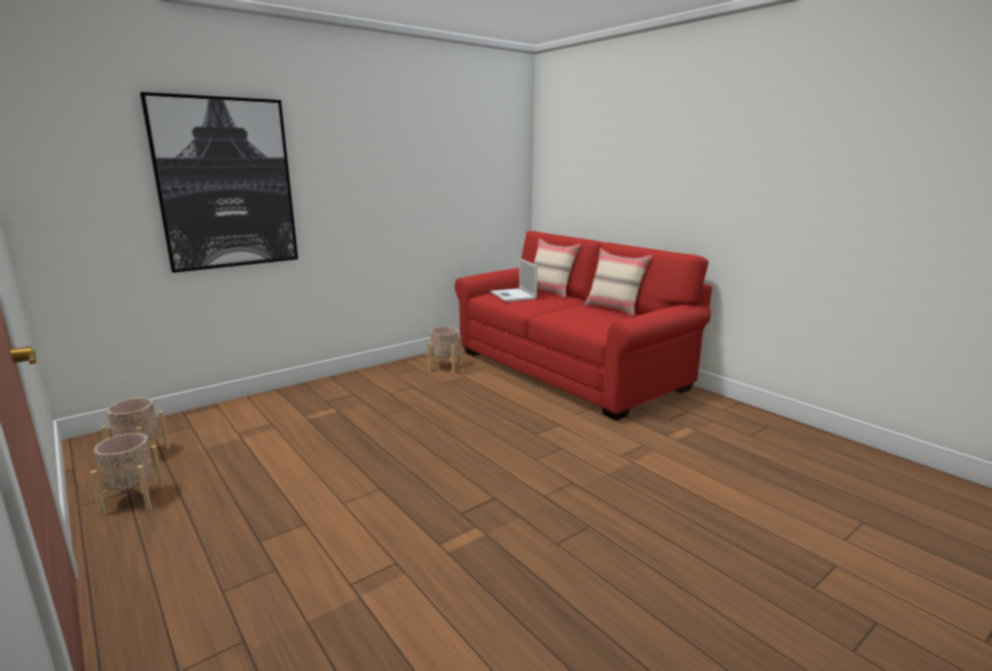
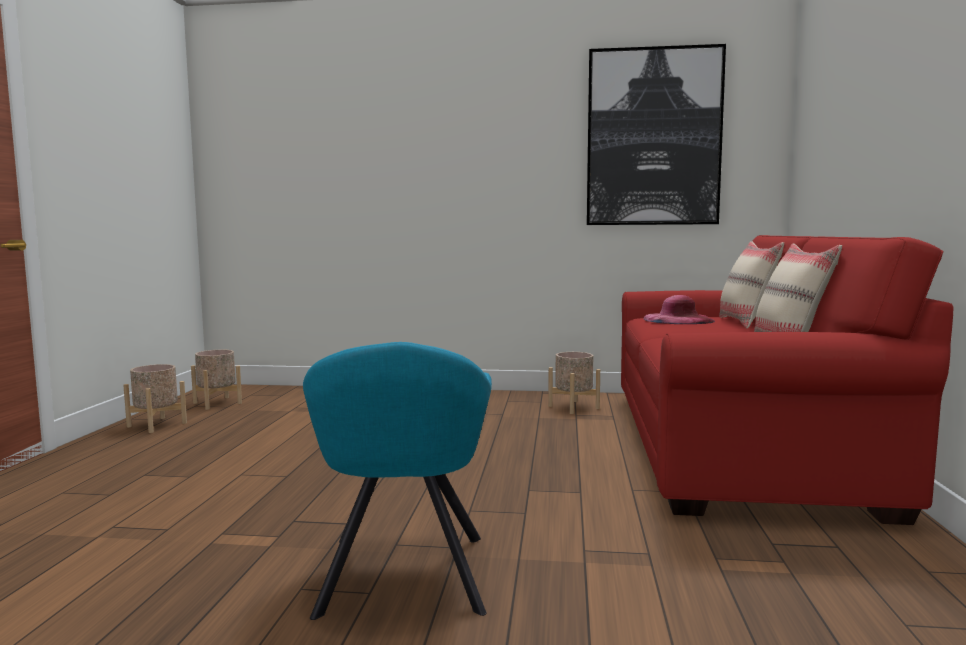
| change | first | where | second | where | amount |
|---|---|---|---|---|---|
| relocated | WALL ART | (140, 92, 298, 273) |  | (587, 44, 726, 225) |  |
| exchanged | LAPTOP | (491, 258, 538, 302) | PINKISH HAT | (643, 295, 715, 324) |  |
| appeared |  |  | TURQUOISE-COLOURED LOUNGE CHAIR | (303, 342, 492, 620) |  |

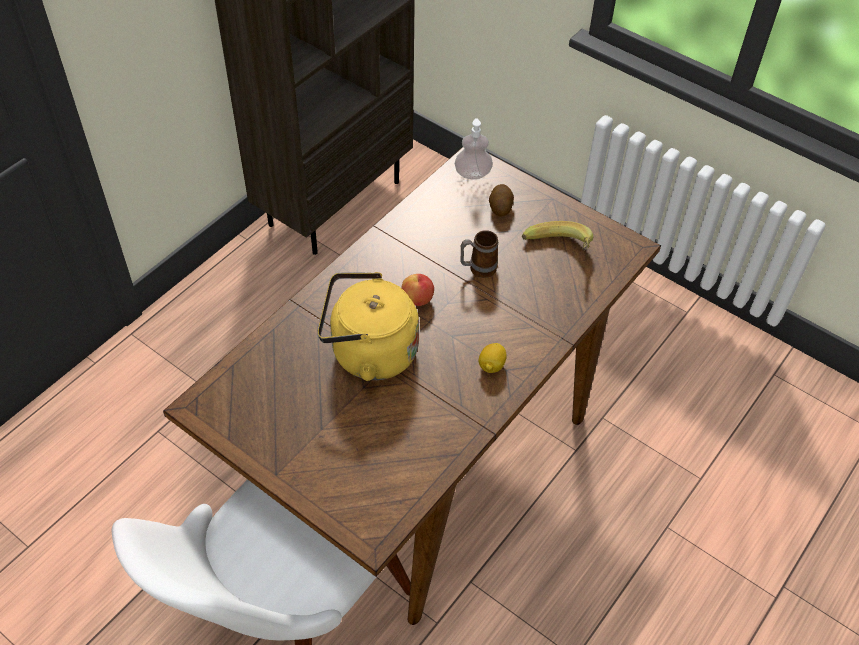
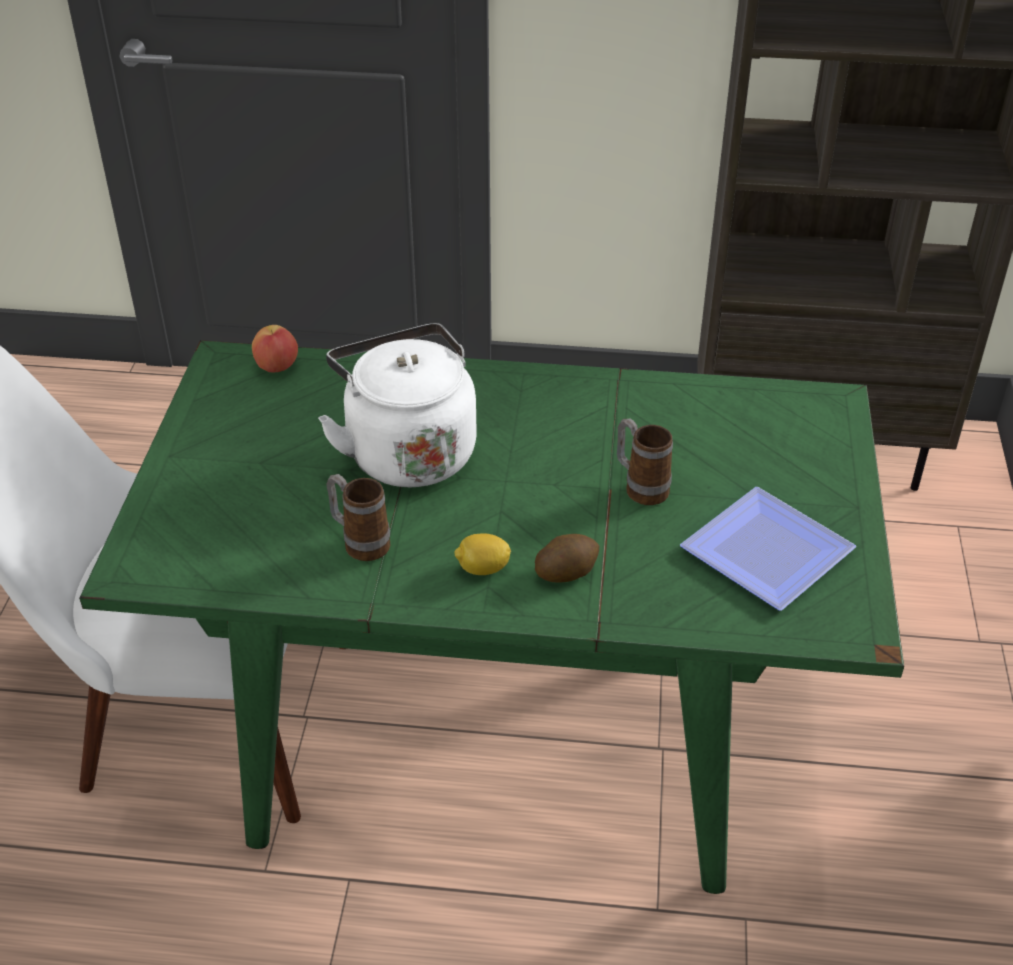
| change | first | where | second | where | amount |
|---|---|---|---|---|---|
| missing | SOAP BOTTLE | (455, 118, 493, 179) |  |  |  |
| colour | BROWN-COLOURED KITCHEN TABLE | (163, 147, 661, 625) | GREEN-COLOURED KITCHEN TABLE | (79, 340, 904, 894) |  |
| relocated | POTATO | (489, 184, 514, 217) |  | (535, 534, 599, 583) |  |
| exchanged | WHOLE BANANA | (522, 221, 593, 251) | DINNER PLATE | (680, 487, 856, 610) |  |
| colour | YELLOW TEA KETTLE | (318, 272, 419, 381) | WHITE TEA KETTLE | (318, 323, 477, 488) |  |
| relocated | APPLE FRUIT | (401, 274, 434, 306) |  | (252, 325, 298, 372) |  |
| appeared |  |  | COFFEE MUG | (326, 474, 391, 561) |  |

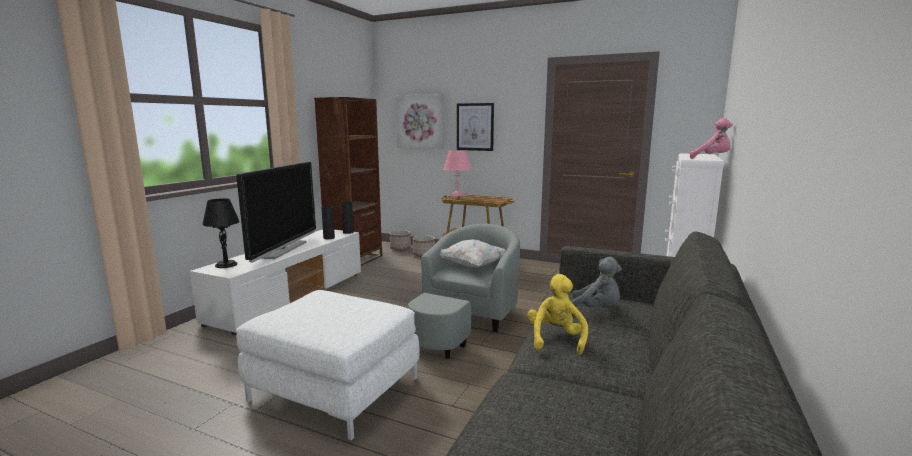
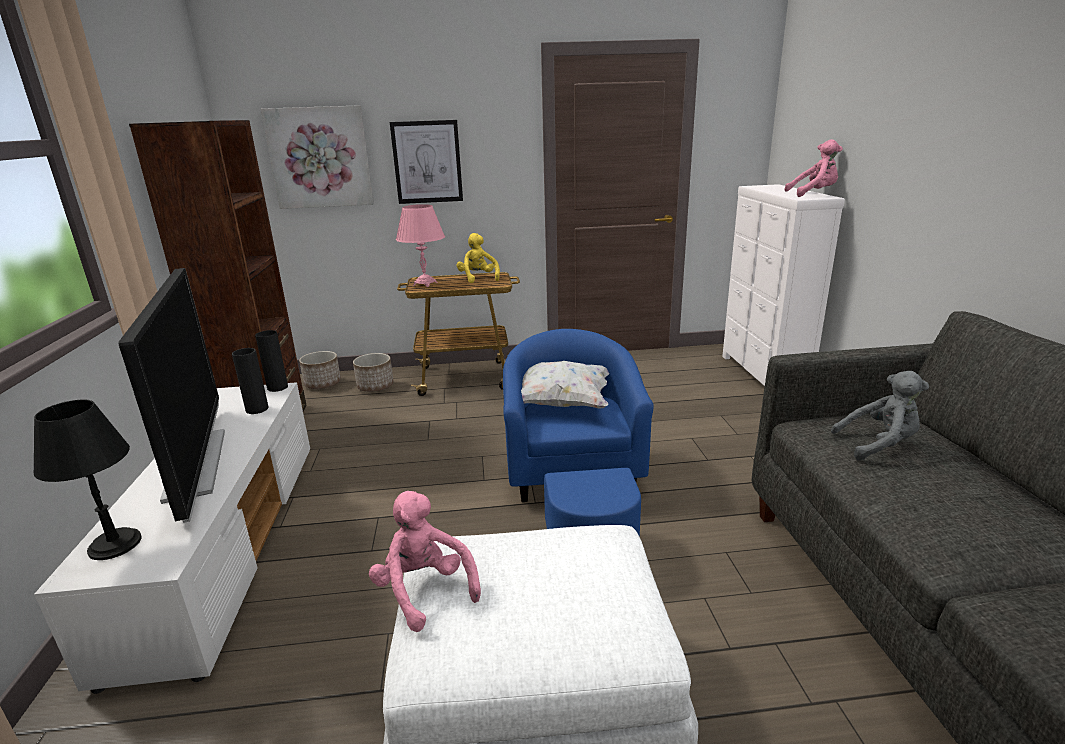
| change | first | where | second | where | amount |
|---|---|---|---|---|---|
| colour | GRAY LOUNGE CHAIR | (408, 224, 520, 358) | BLUE LOUNGE CHAIR | (503, 329, 654, 537) |  |
| relocated | YELLOW SOFT TOY | (528, 274, 588, 355) |  | (456, 233, 500, 283) |  |
| appeared |  |  | PINKISH SOFT TOY | (369, 491, 481, 632) |  |

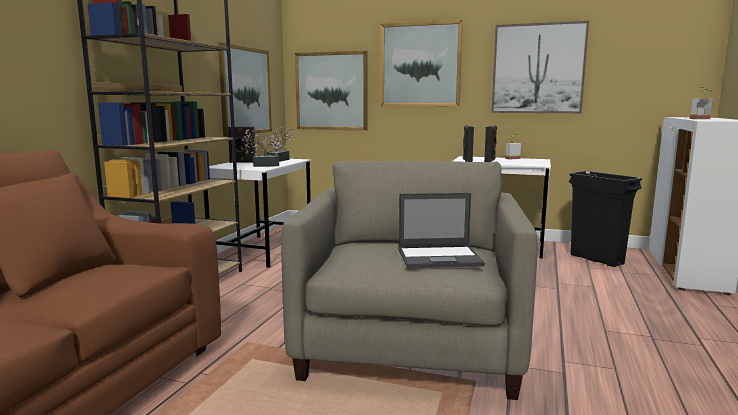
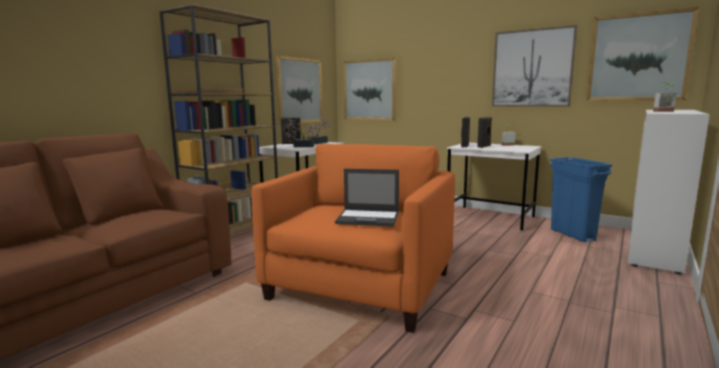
| change | first | where | second | where | amount |
|---|---|---|---|---|---|
| relocated | WALL ART | (381, 20, 463, 106) |  | (586, 7, 699, 101) |  |
| colour | BEIGE LOUNGE CHAIR | (281, 161, 538, 400) | ORANGE-COLOURED LOUNGE CHAIR | (251, 144, 455, 333) |  |
| colour | BLACK-COLOURED TRASH CAN | (569, 171, 642, 267) | BLUE TRASH CAN | (550, 157, 612, 242) |  |

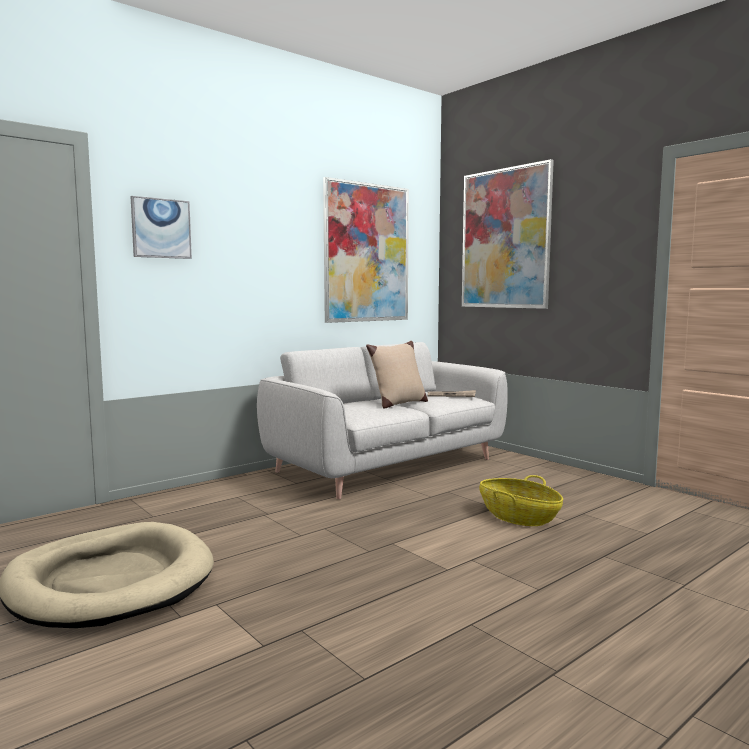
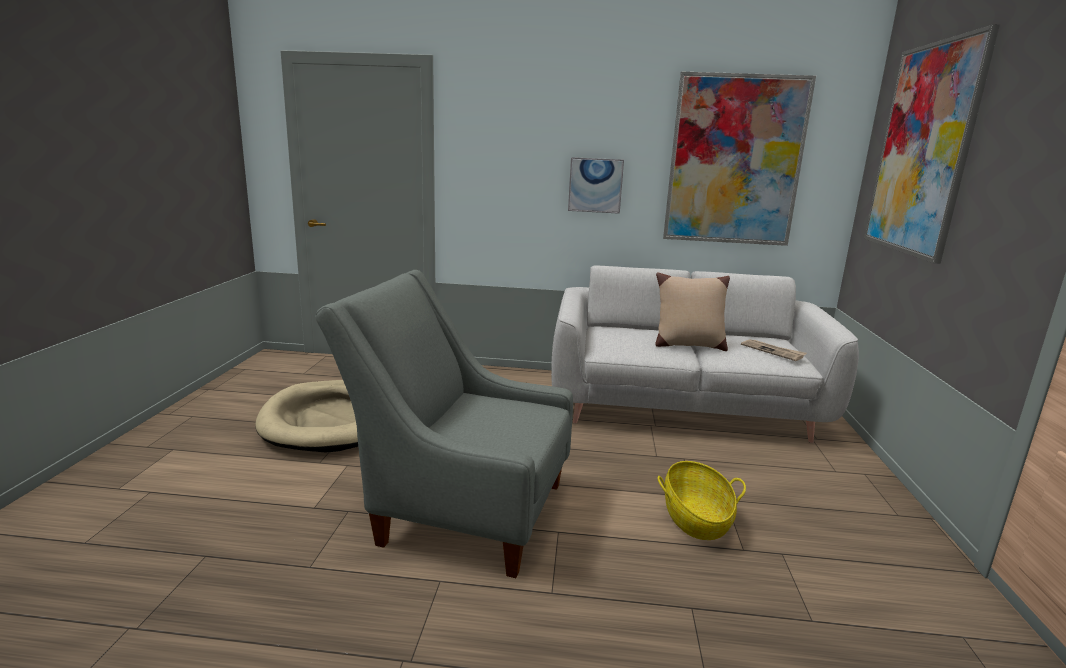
| change | first | where | second | where | amount |
|---|---|---|---|---|---|
| relocated | WALL ART | (131, 196, 192, 259) |  | (568, 157, 624, 214) |  |
| appeared |  |  | GRAY LOUNGE CHAIR | (315, 270, 573, 578) |  |

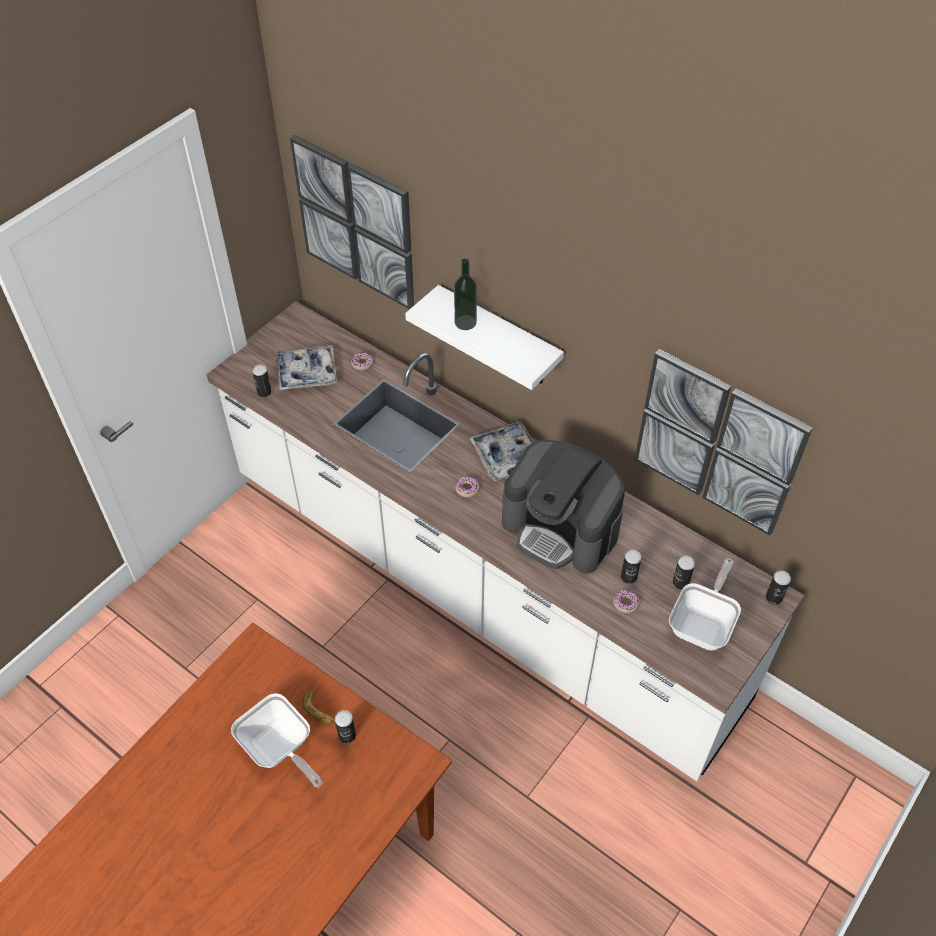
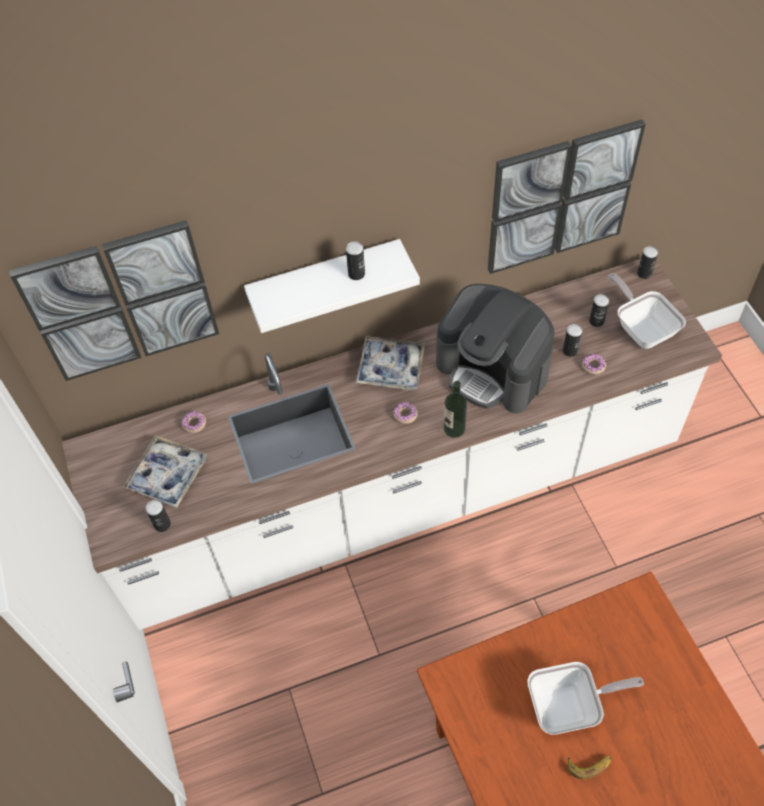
| change | first | where | second | where | amount |
|---|---|---|---|---|---|
| relocated | DRINK BOTTLE | (454, 258, 477, 330) |  | (444, 381, 467, 438) |  |
| spun | COFFEE BREWER | (502, 440, 625, 573) |  | (436, 284, 554, 413) | 60 degrees clockwise |
| relocated | WHOLE BANANA | (302, 691, 335, 723) |  | (567, 755, 612, 780) |  |
| relocated | CAN | (335, 710, 356, 744) |  | (346, 241, 365, 280) |  |

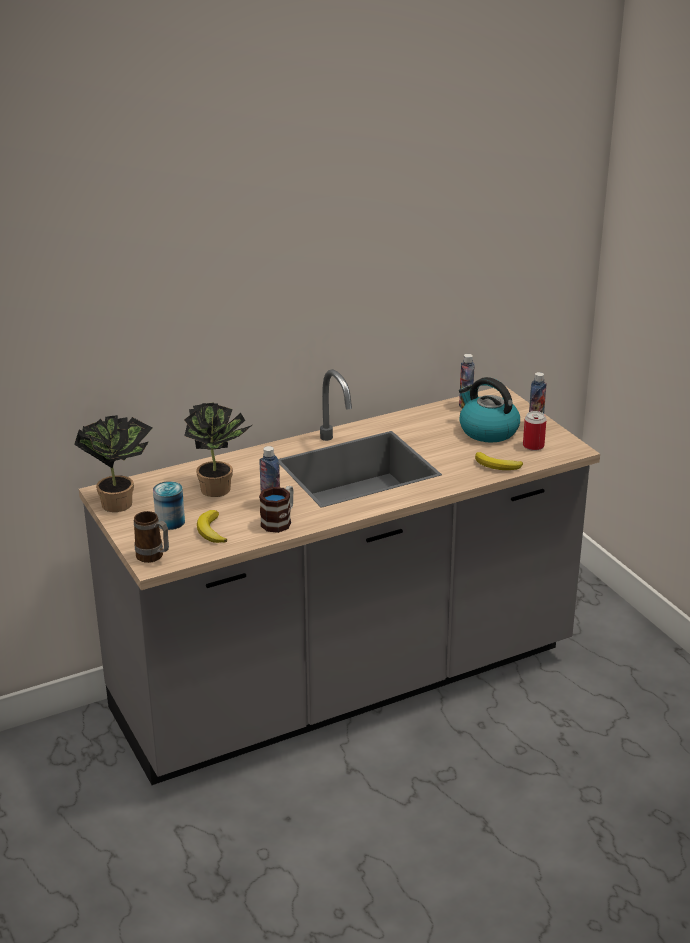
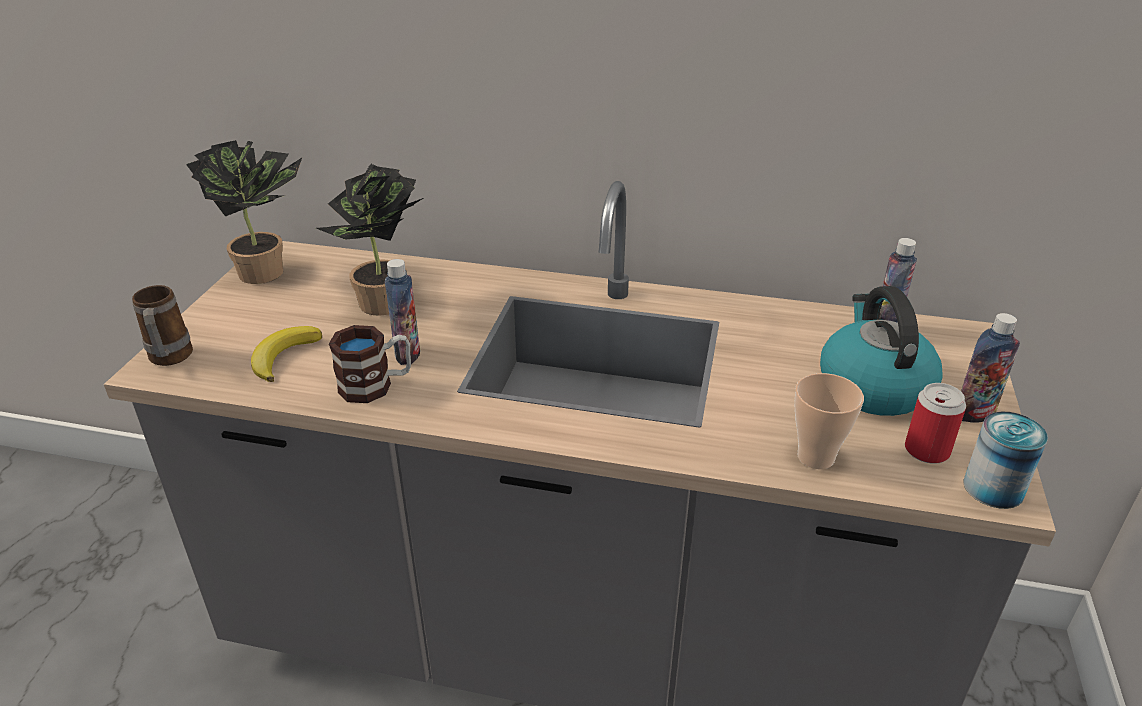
| change | first | where | second | where | amount |
|---|---|---|---|---|---|
| exchanged | WHOLE BANANA | (475, 452, 523, 470) | SMALL CUP | (794, 373, 864, 469) |  |
| relocated | CAN | (153, 481, 185, 530) |  | (964, 412, 1048, 509) |  |

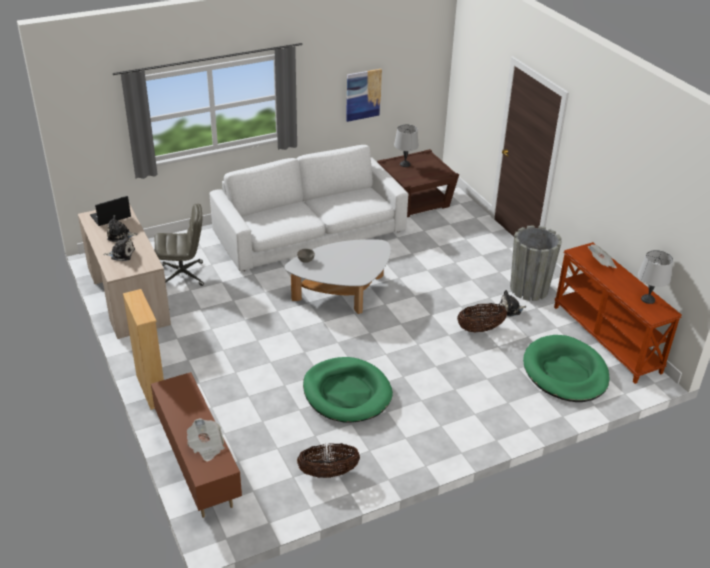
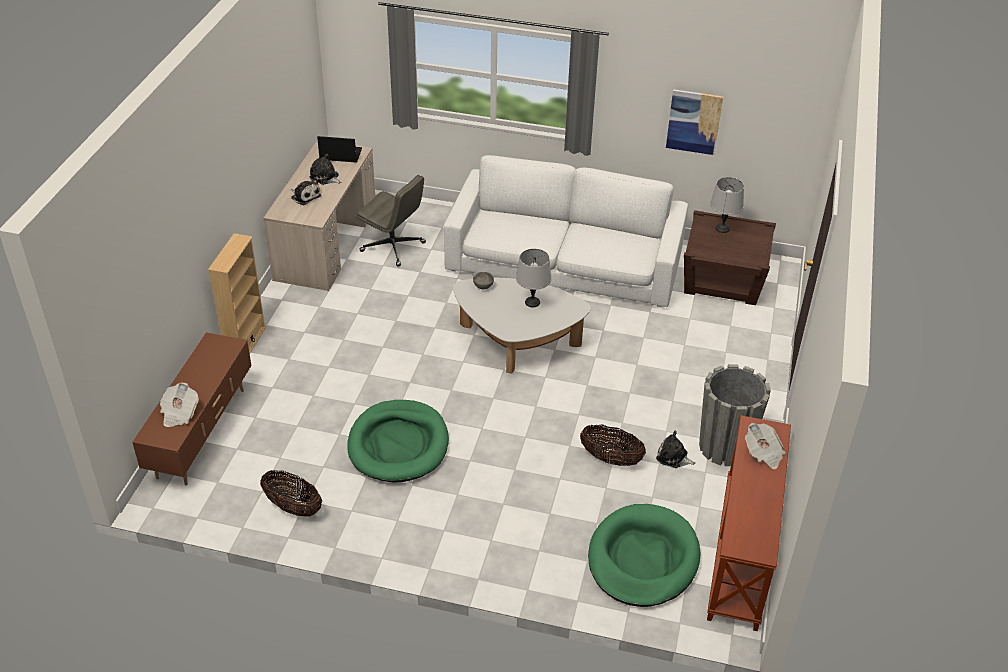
| change | first | where | second | where | amount |
|---|---|---|---|---|---|
| relocated | GRAY TABLE LAMP | (638, 250, 673, 304) |  | (516, 249, 552, 307) |  |

